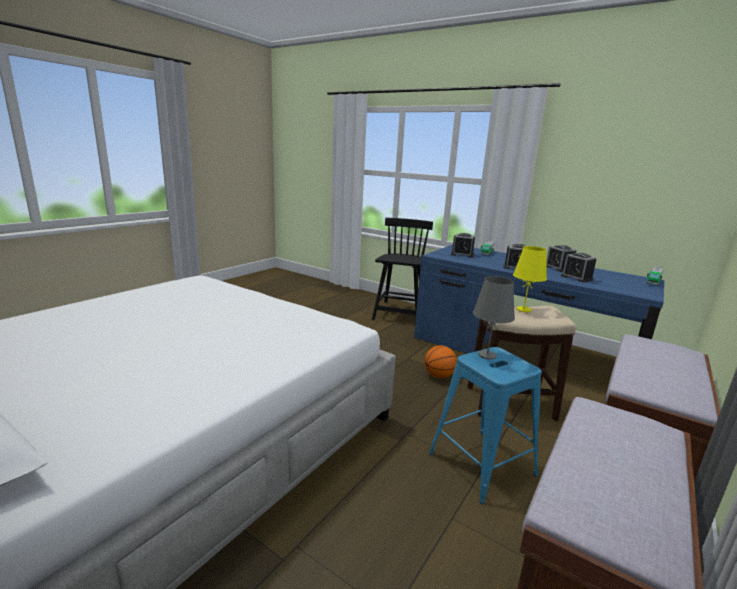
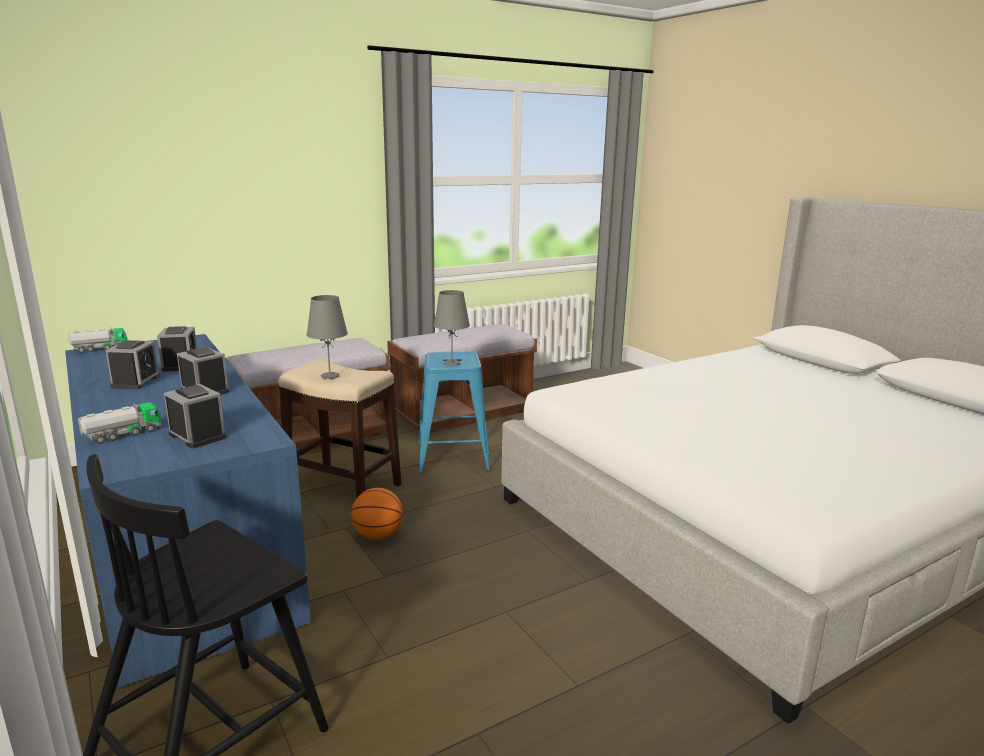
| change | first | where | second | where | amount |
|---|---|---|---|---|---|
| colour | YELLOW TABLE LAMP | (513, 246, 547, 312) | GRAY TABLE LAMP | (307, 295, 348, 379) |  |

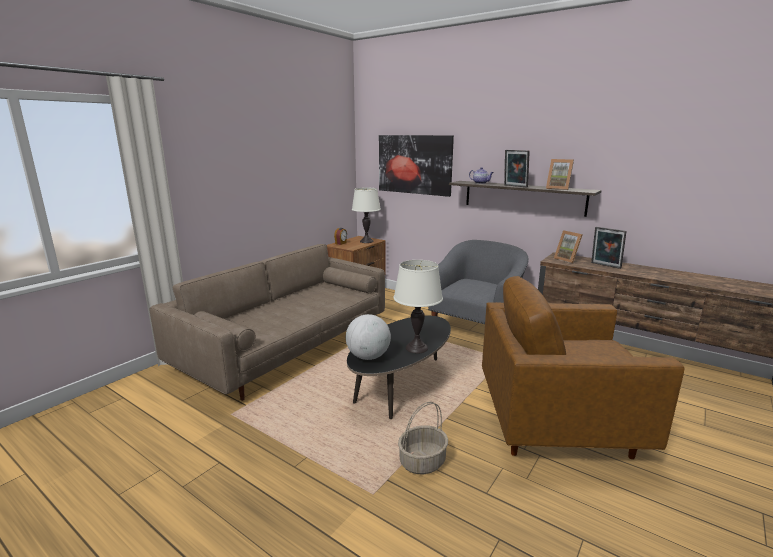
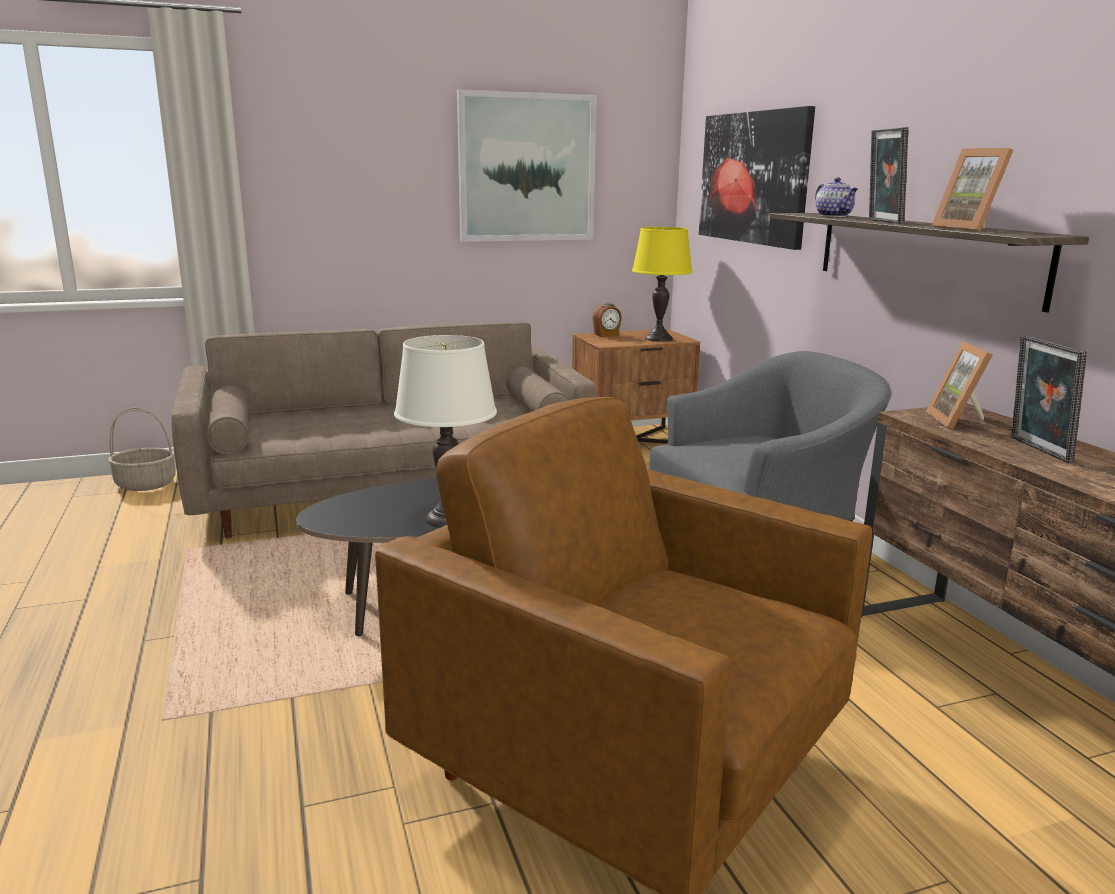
| change | first | where | second | where | amount |
|---|---|---|---|---|---|
| colour | WHITE TABLE LAMP | (352, 188, 381, 243) | YELLOW TABLE LAMP | (632, 227, 693, 342) |  |
| missing | WORLD GLOBE | (346, 314, 391, 360) |  |  |  |
| relocated | STORAGE BASKET | (398, 402, 448, 474) |  | (108, 408, 175, 491) |  |
| appeared |  |  | WALL ART | (457, 89, 597, 242) |  |

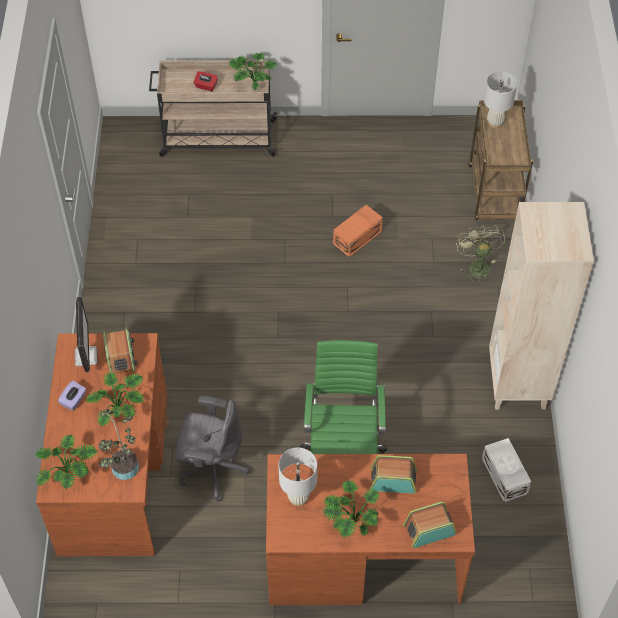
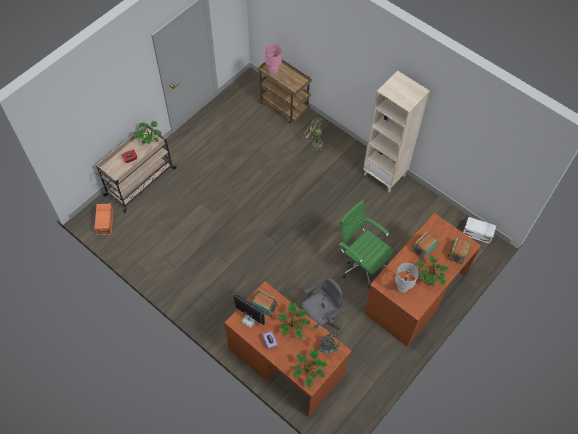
| change | first | where | second | where | amount |
|---|---|---|---|---|---|
| colour | WHITE TABLE LAMP | (484, 71, 517, 128) | PINKISH TABLE LAMP | (265, 44, 282, 76) |  |
| relocated | ORANGE-COLOURED STORAGE BIN | (333, 205, 383, 257) |  | (94, 204, 113, 235) |  |
| relocated | WHITE STORAGE BIN | (482, 438, 531, 502) |  | (463, 217, 496, 244) |  |

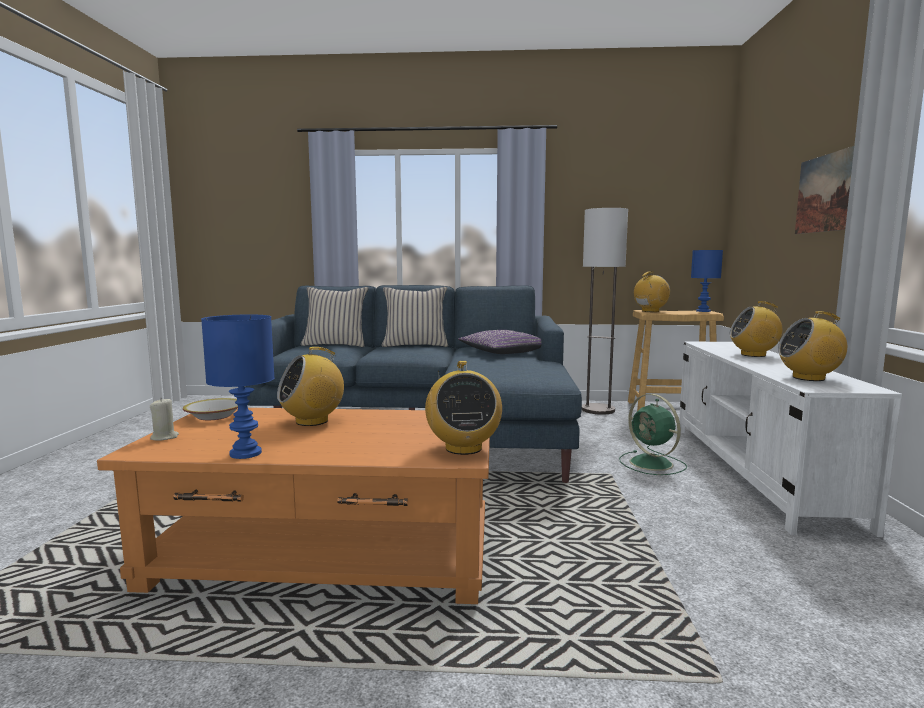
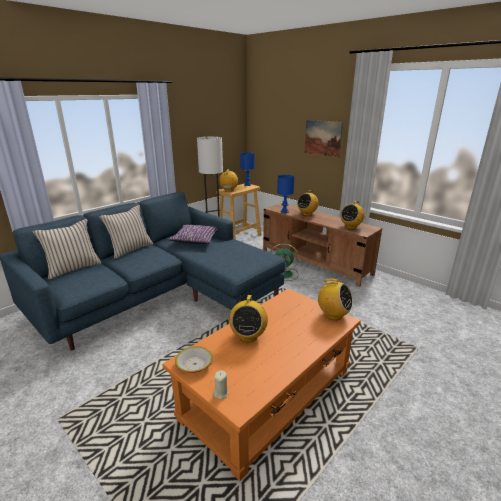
| change | first | where | second | where | amount |
|---|---|---|---|---|---|
| relocated | BLUE TABLE LAMP | (201, 315, 275, 459) |  | (277, 175, 295, 213) |  |
| colour | WHITE TV STAND | (679, 341, 902, 537) | BROWN-COLOURED TV STAND | (263, 203, 382, 287) |  |

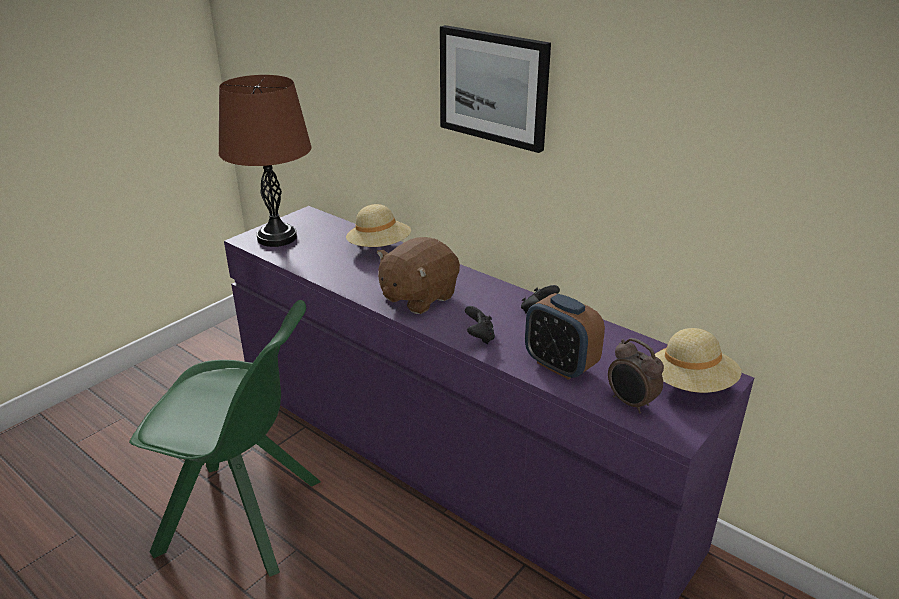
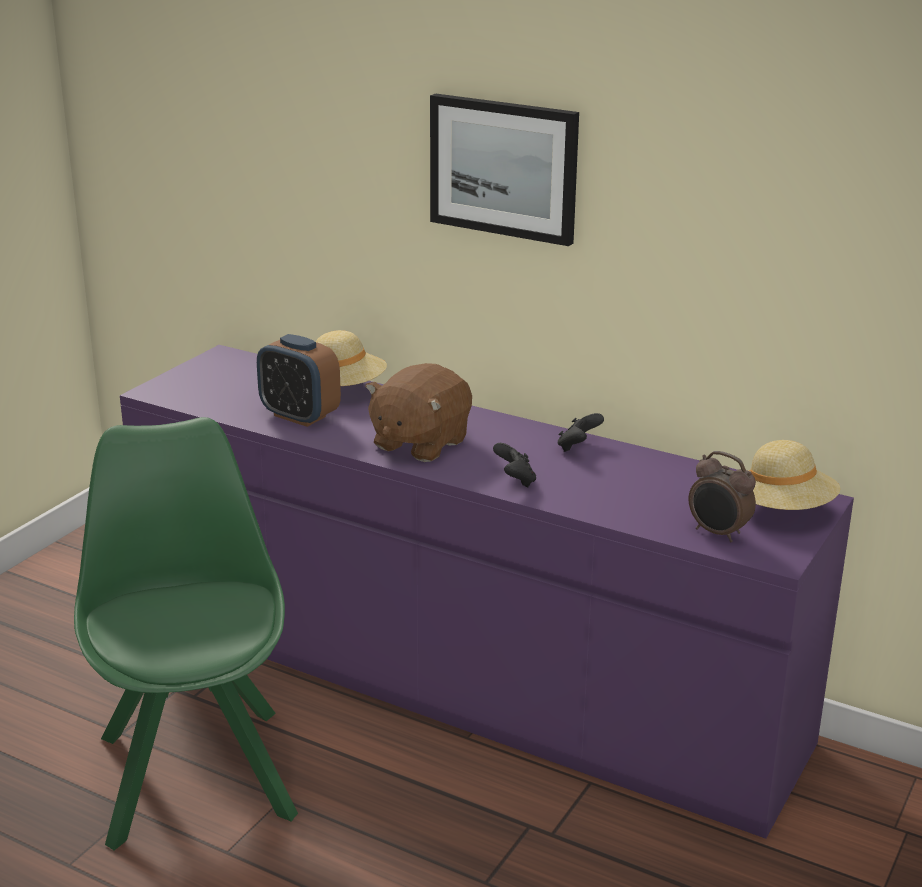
| change | first | where | second | where | amount |
|---|---|---|---|---|---|
| missing | BROWN-COLOURED TABLE LAMP | (218, 75, 312, 247) |  |  |  |
| relocated | ALARM CLOCK | (525, 293, 605, 380) |  | (257, 334, 341, 427) |  |
| spun | GREEN-COLOURED PLAIN CHAIR | (129, 300, 321, 577) |  | (74, 417, 298, 851) | 105 degrees counterclockwise |

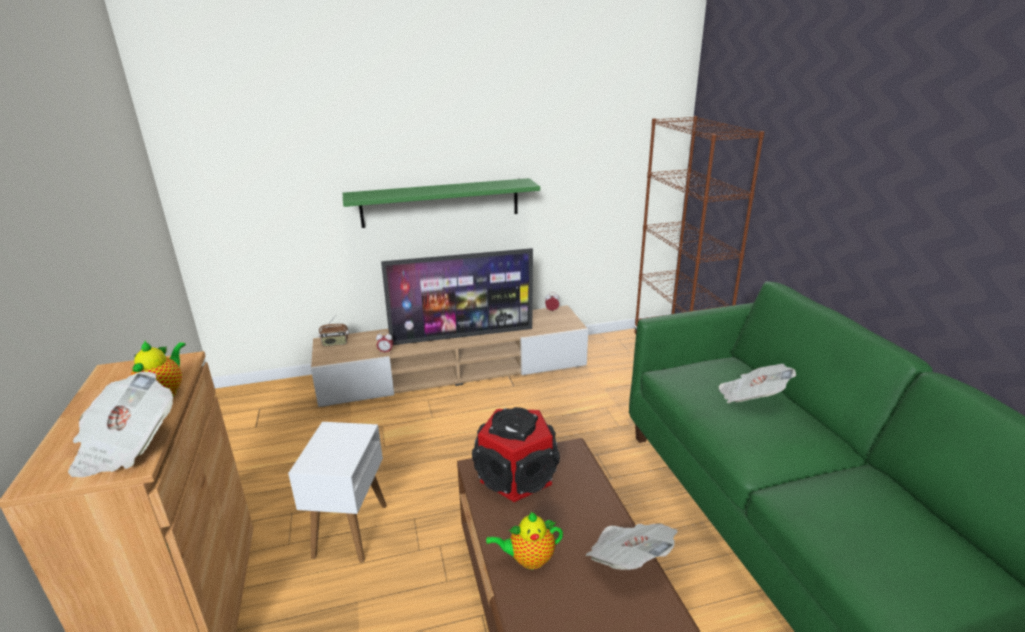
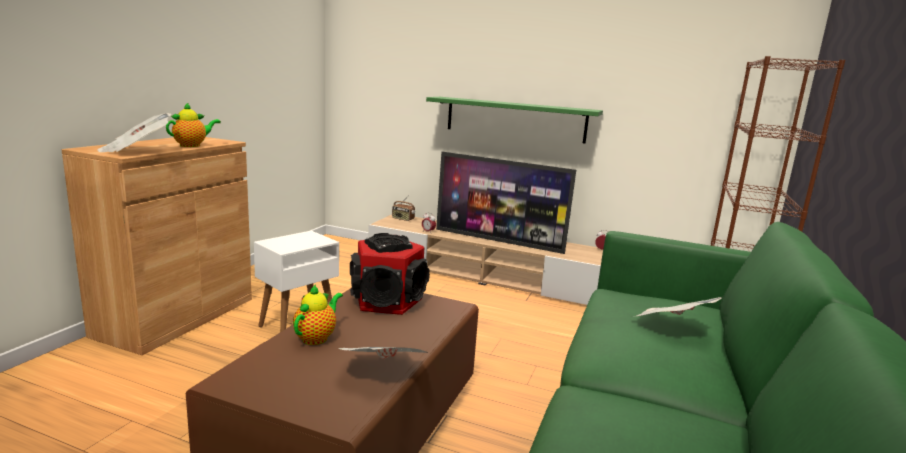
| change | first | where | second | where | amount |
|---|---|---|---|---|---|
| spun | POT FOR TEA | (486, 512, 563, 569) |  | (293, 284, 343, 345) | 90 degrees clockwise |

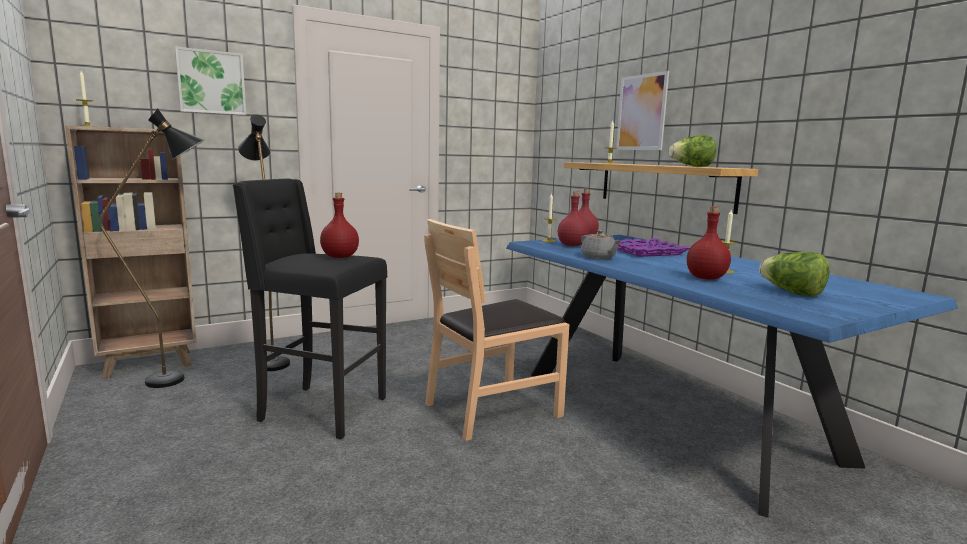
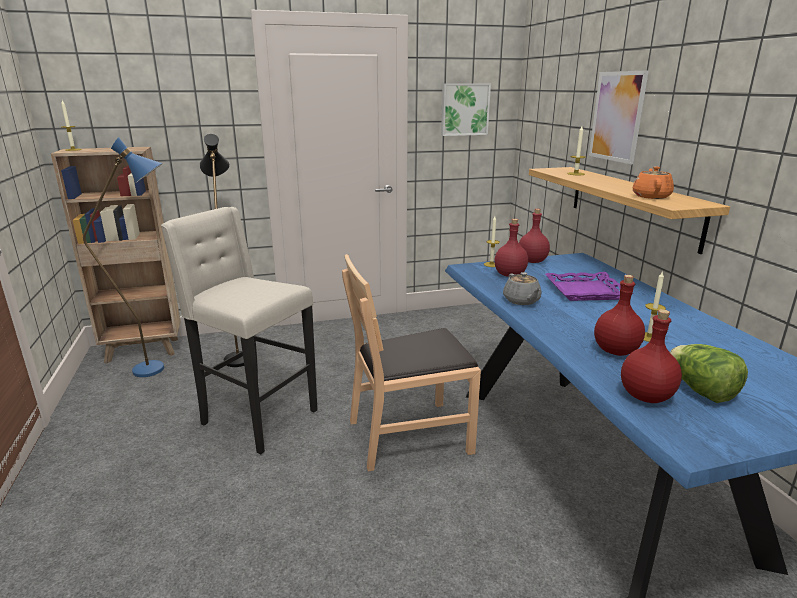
| change | first | where | second | where | amount |
|---|---|---|---|---|---|
| relocated | WALL ART | (175, 47, 246, 115) |  | (441, 83, 491, 136) |  |
| colour | BLACK-COLOURED STANDING LAMP | (99, 108, 204, 388) | BLUE STANDING LAMP | (83, 137, 164, 377) |  |
| exchanged | LETTUCE HEAD | (669, 135, 716, 167) | ORANGE-COLOURED POT FOR TEA | (632, 167, 674, 199) |  |
| colour | BLACK-COLOURED SITTING STOOL | (233, 178, 387, 439) | BEIGE SITTING STOOL | (161, 207, 317, 454) |  |
| relocated | REDDISH DRINK BOTTLE | (320, 193, 359, 258) |  | (621, 309, 682, 403) |  |

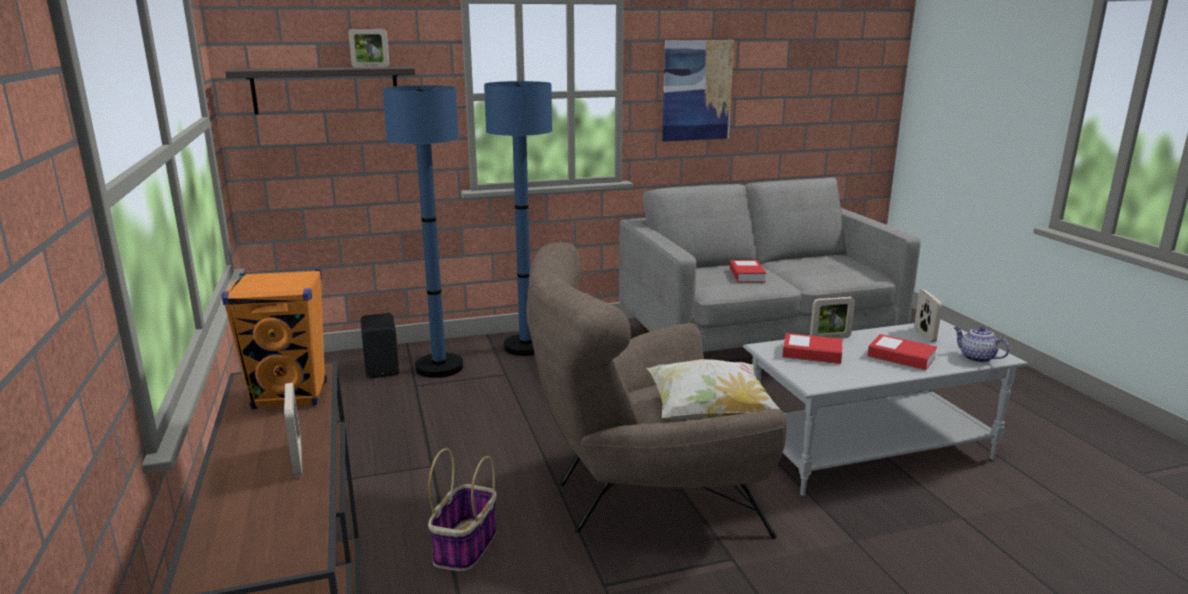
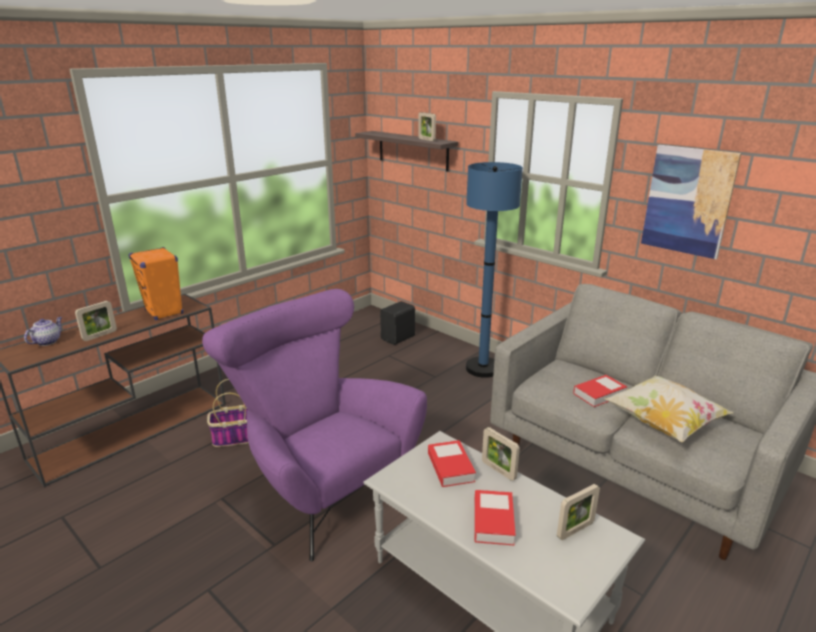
| change | first | where | second | where | amount |
|---|---|---|---|---|---|
| missing | BLUE STANDING LAMP | (383, 85, 464, 378) |  |  |  |
| colour | BROWN-COLOURED LOUNGE CHAIR | (526, 242, 787, 539) | PURPLISH LOUNGE CHAIR | (202, 289, 427, 561) |  |
| relocated | POT FOR TEA | (954, 326, 1010, 363) |  | (24, 317, 62, 346) |  |
| relocated | PILLOW | (647, 359, 780, 420) |  | (604, 376, 733, 442) |  |

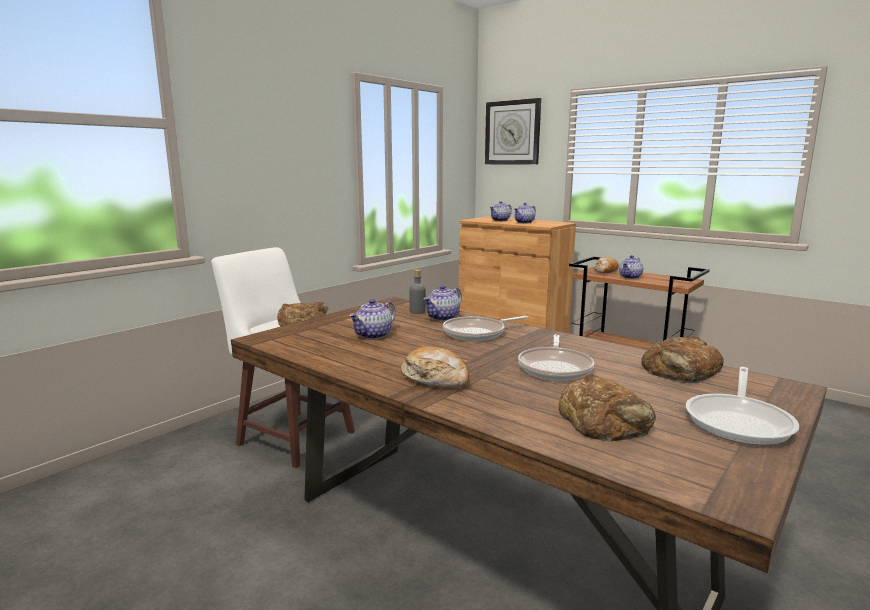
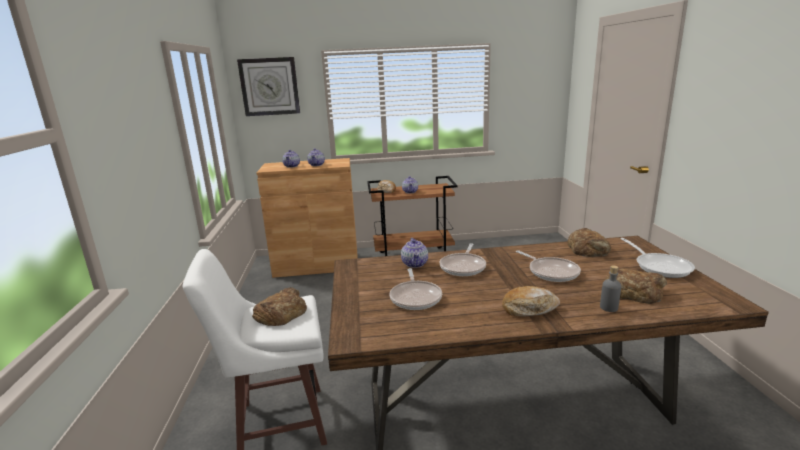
| change | first | where | second | where | amount |
|---|---|---|---|---|---|
| relocated | GRAY DRINK BOTTLE | (409, 269, 426, 314) |  | (600, 265, 621, 312) |  |
| exchanged | POT FOR TEA | (349, 299, 395, 339) | SKILLET | (390, 268, 442, 310) |  |

